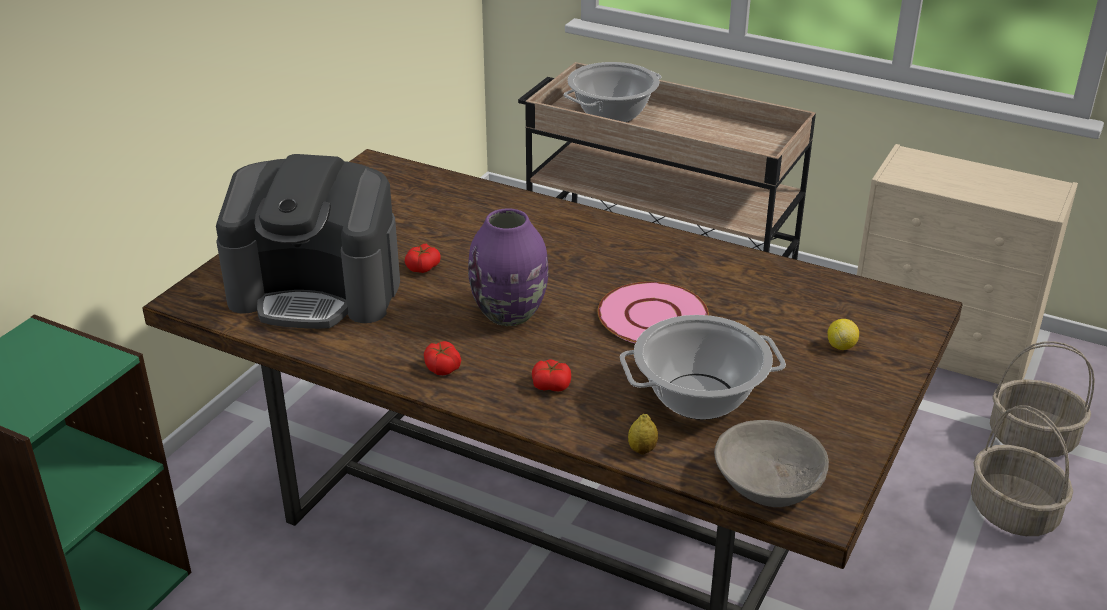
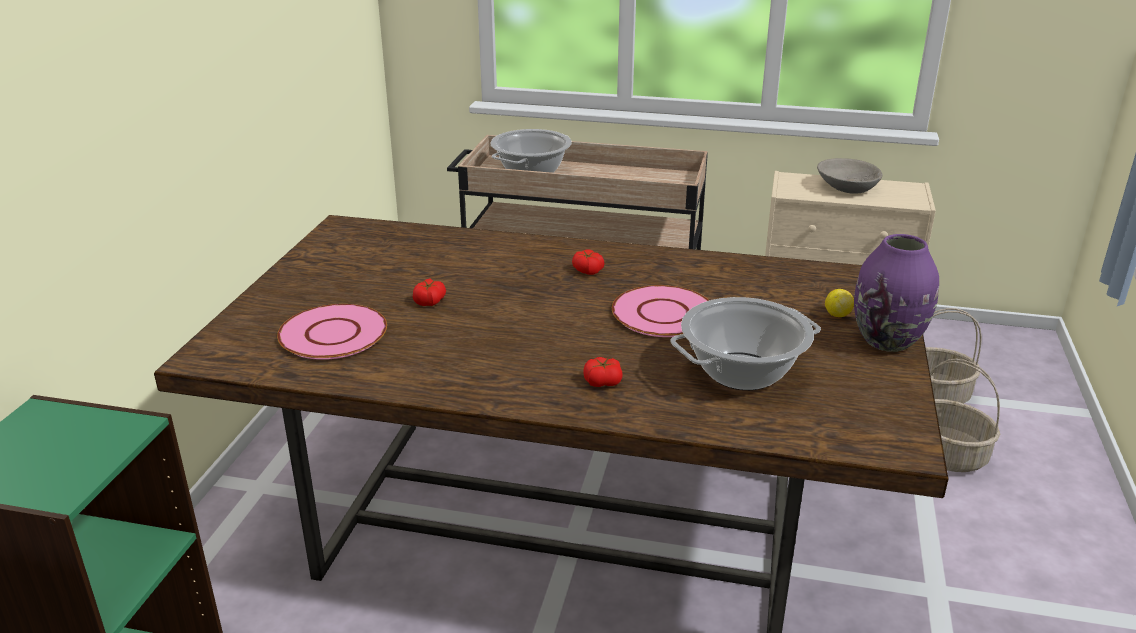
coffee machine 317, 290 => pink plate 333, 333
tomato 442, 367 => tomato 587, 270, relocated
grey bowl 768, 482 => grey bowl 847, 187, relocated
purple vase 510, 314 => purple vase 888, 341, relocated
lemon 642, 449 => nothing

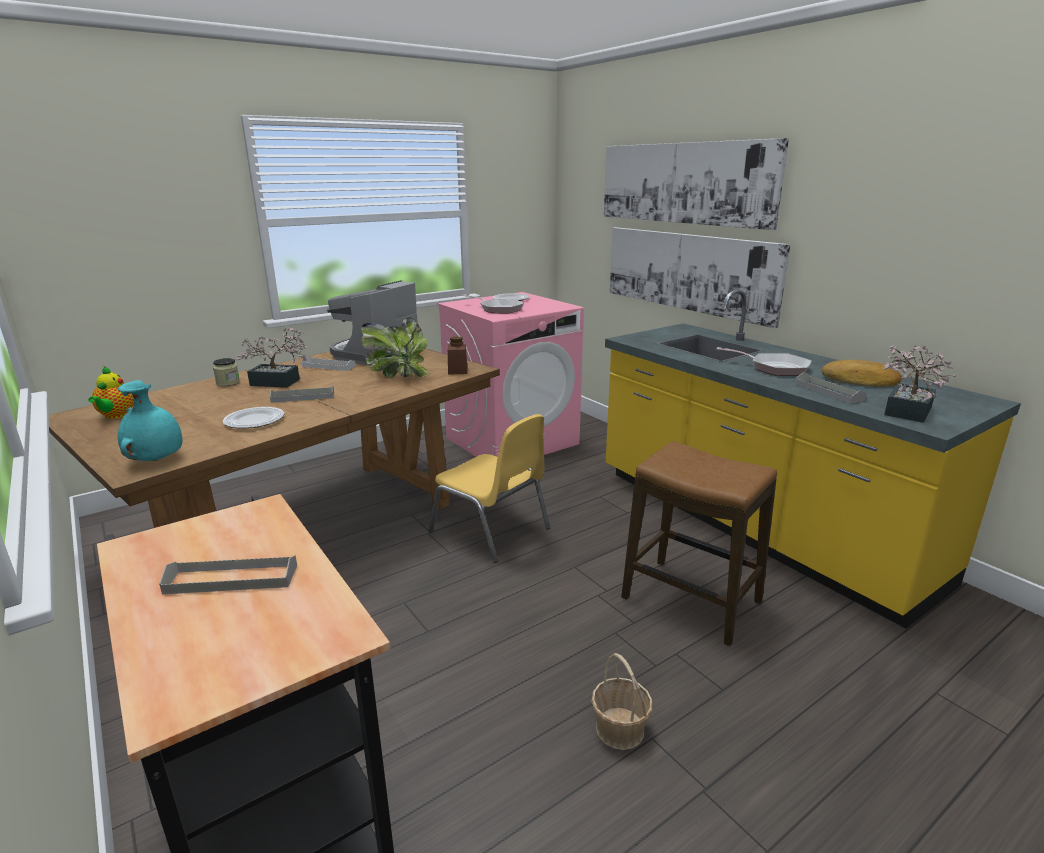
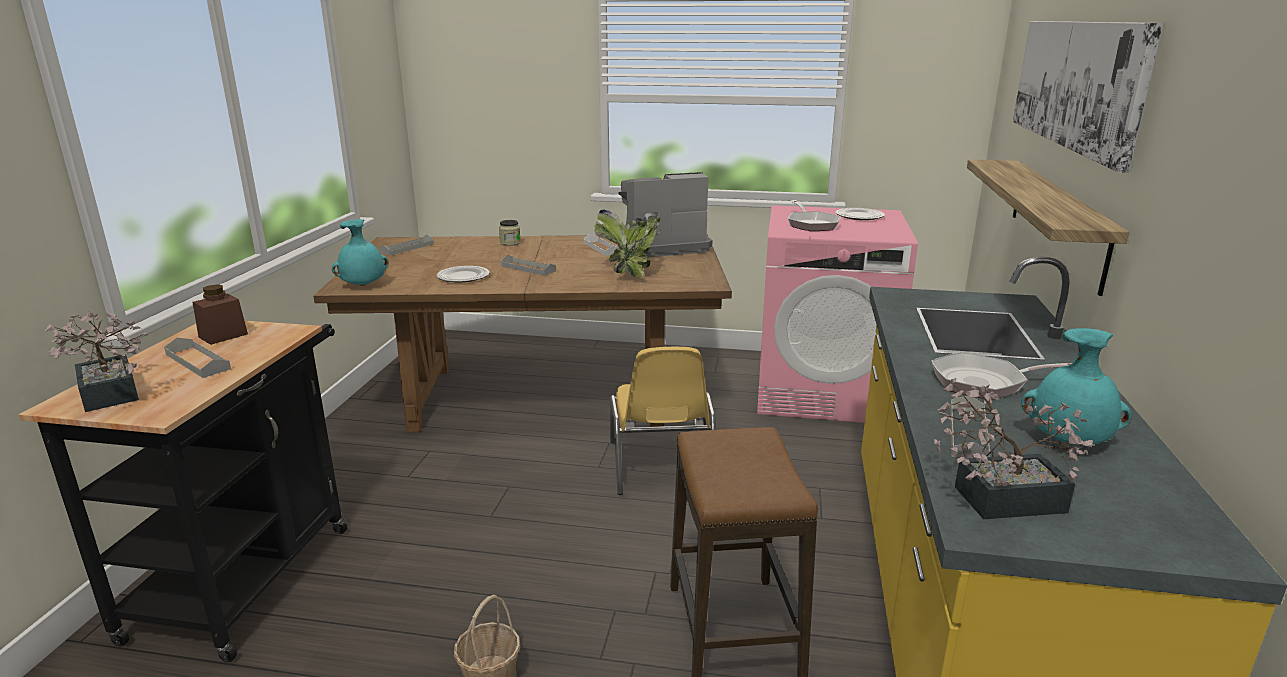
potted plant 280, 383 => potted plant 109, 397, relocated
brown jar 457, 370 => brown jar 223, 335, relocated
teapot 116, 416 => grey tray 407, 248
frying pan 774, 368 => frying pan 985, 383, 105 degrees clockwise
picture 688, 272 => shelf 1056, 219
bread 860, 381 => turquoise vase 1067, 442

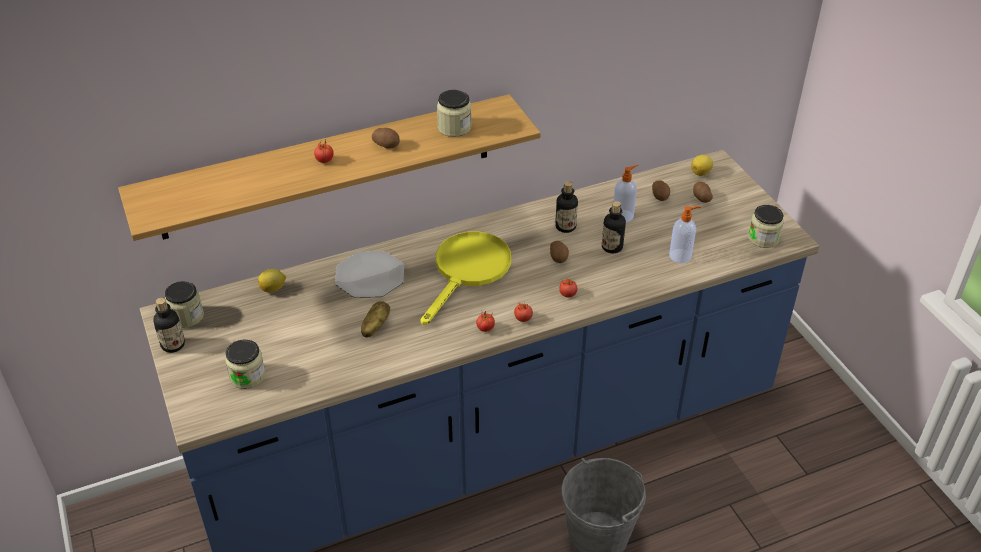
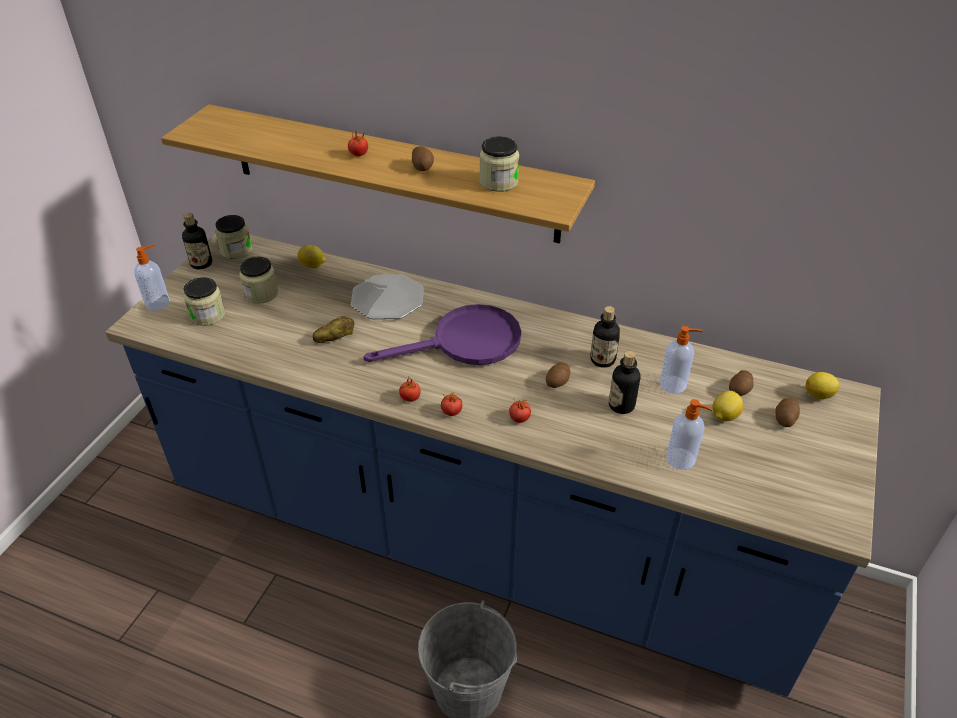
nothing => soap dispenser 158, 303
jar 763, 238 => jar 261, 294, relocated
yellow frying pan 468, 271 => purple frying pan 465, 343
nothing => lemon 724, 416

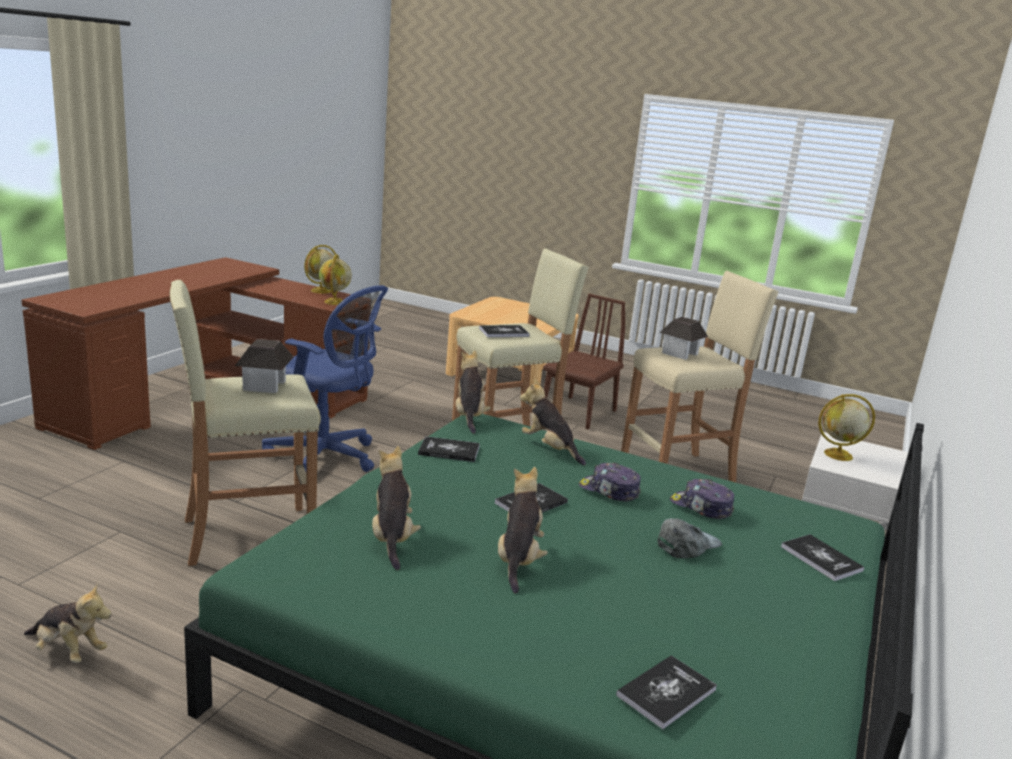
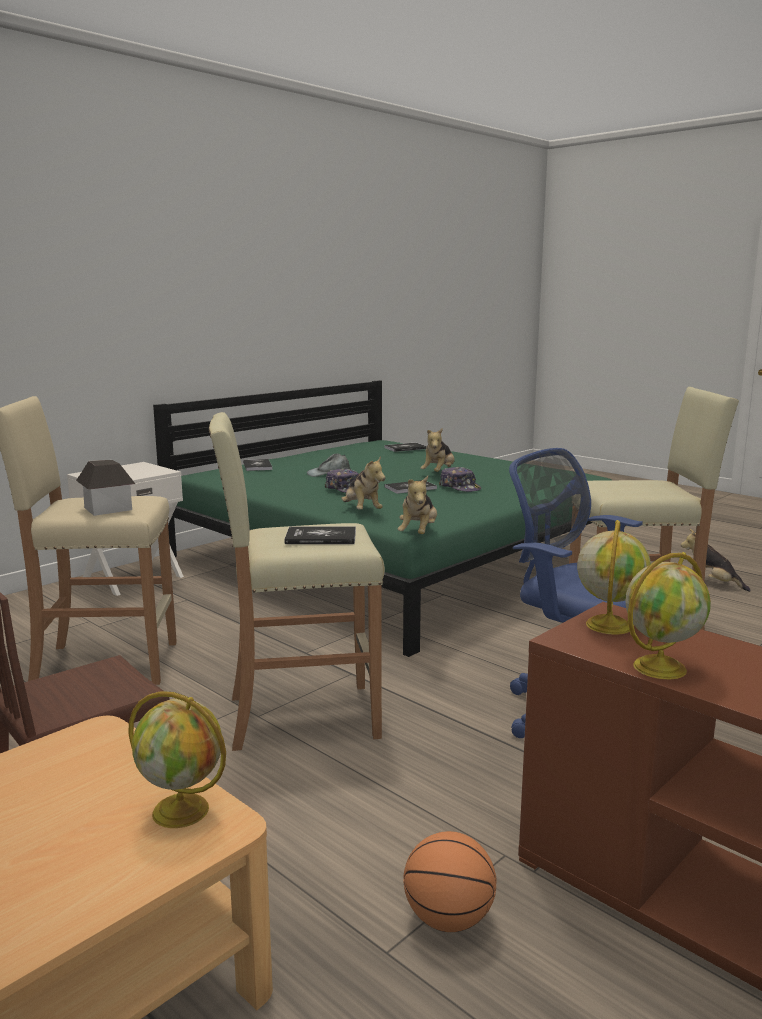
globe 837, 455 => globe 182, 811, relocated
nothing => basketball 448, 918
cap 701, 507 => cap 460, 488, relocated
toy house 265, 385 => nothing
plush toy 392, 538 => nothing
book 449, 450 => nothing

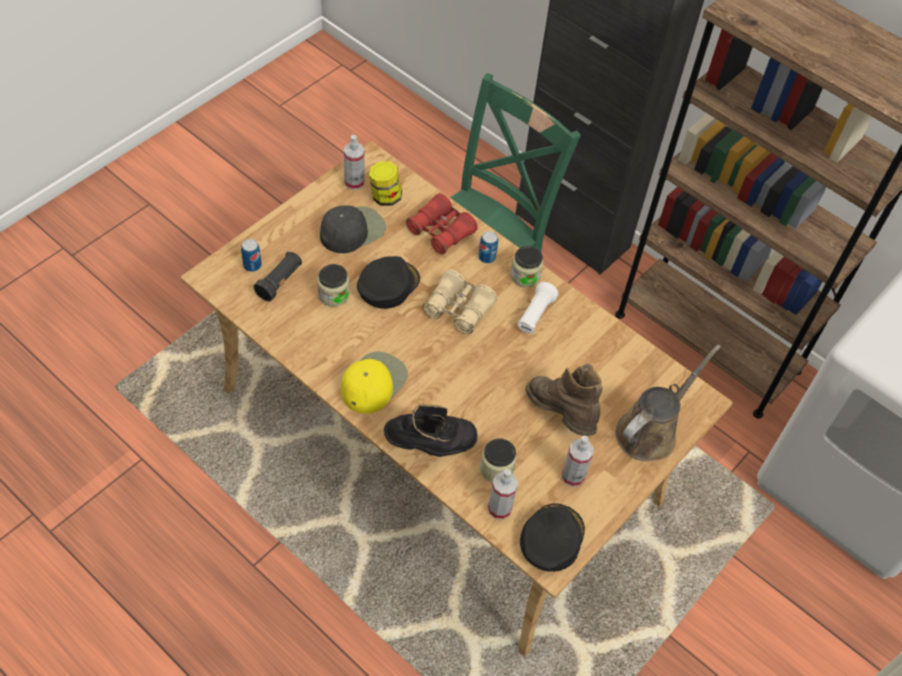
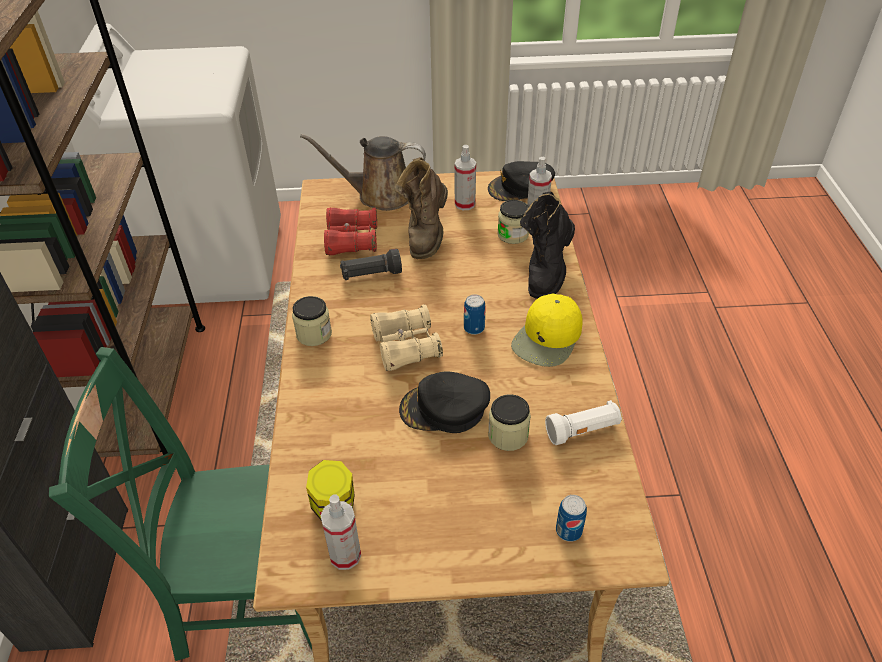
red binoculars 440, 231 => red binoculars 351, 240, relocated
black flashlight 280, 282 => black flashlight 371, 274, relocated
can 487, 257 => can 474, 328, relocated
yellow cap 373, 382 => yellow cap 548, 338, 45 degrees counterclockwise
black boot 431, 446 => black boot 546, 272, 105 degrees counterclockwise
white flashlight 535, 315 => white flashlight 582, 431, relocated
black cap 352, 230 => nothing

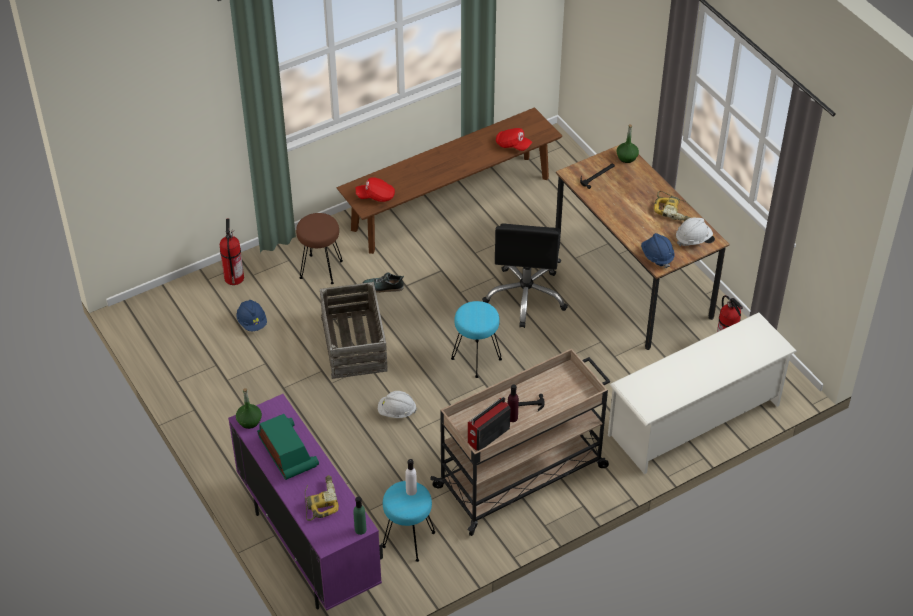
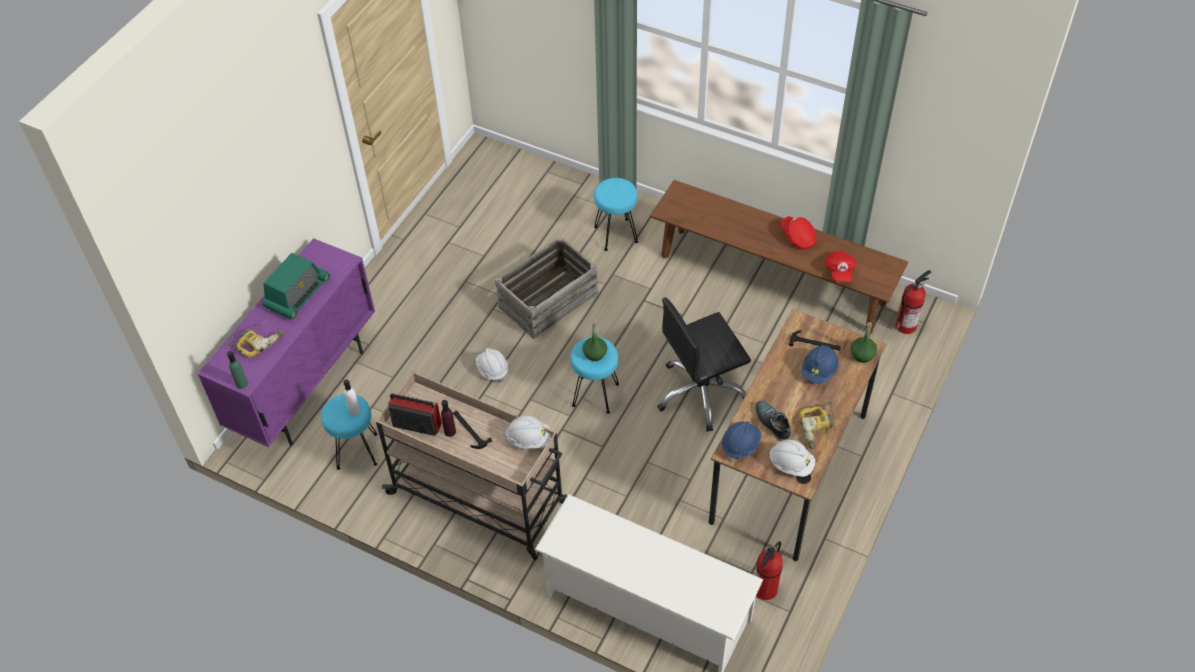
nothing => white hard hat 529, 439
green bottle 249, 421 => green bottle 595, 353, relocated
brown stool 320, 269 => turquoise stool 616, 234
shoe 383, 287 => shoe 772, 423, relocated
red cap 376, 196 => red cap 797, 238, relocated
blue hard hat 252, 322 => blue hard hat 819, 371, relocated
fire extinguisher 234, 277 => fire extinguisher 906, 325, relocated

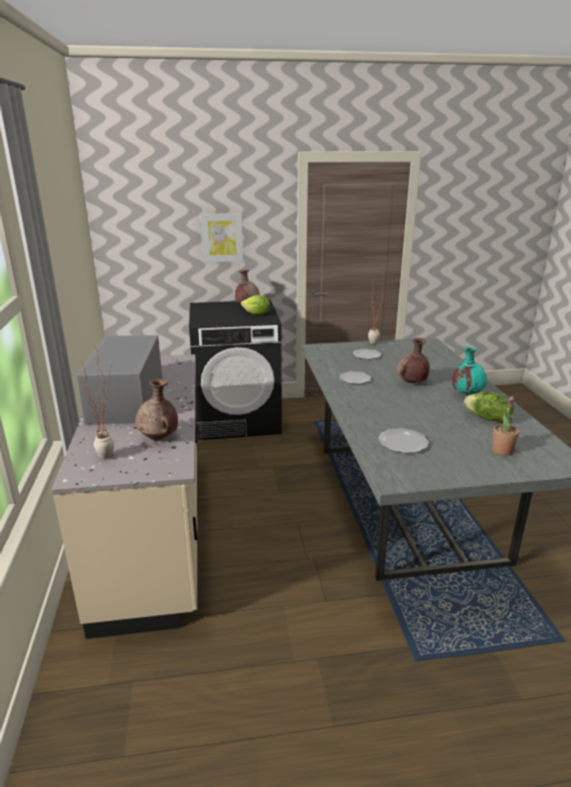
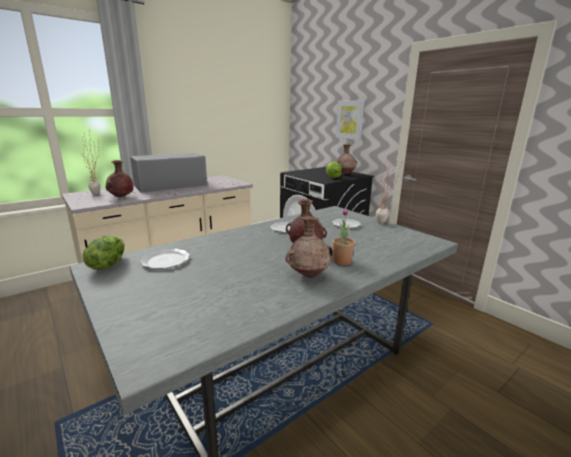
lettuce 487, 418 => lettuce 107, 264, relocated
turquoise vase 467, 394 => brown vase 309, 275
potted plant 502, 450 => potted plant 342, 261, relocated

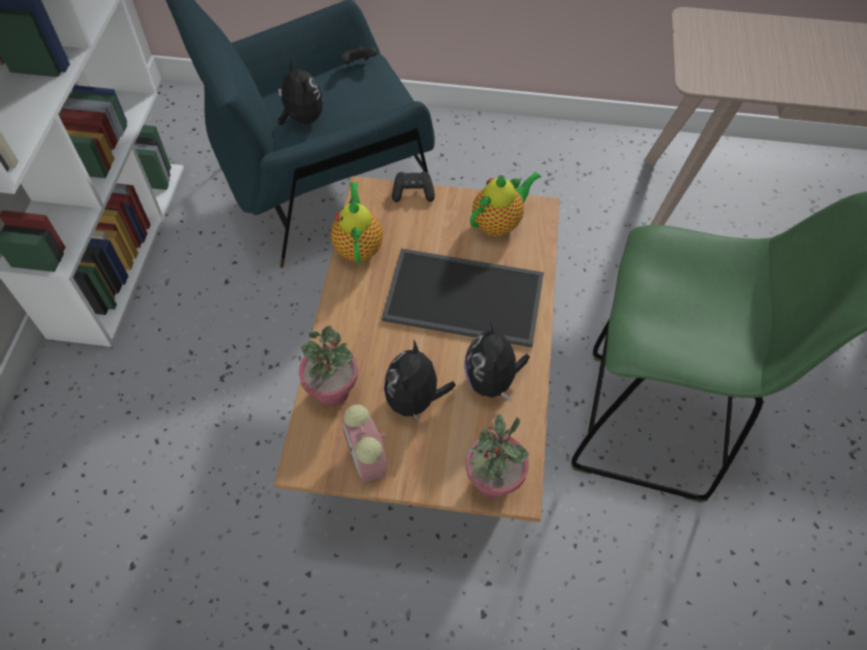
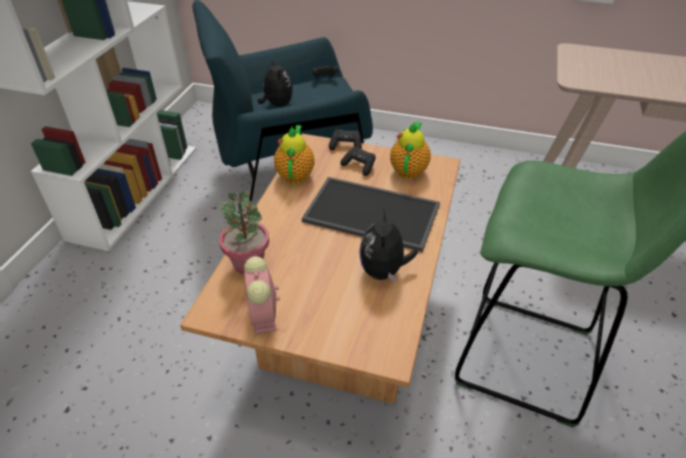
nothing => black game controller 359, 166
teapot 499, 223 => teapot 409, 169, 45 degrees counterclockwise
plush toy 415, 400 => nothing
potted plant 493, 481 => nothing

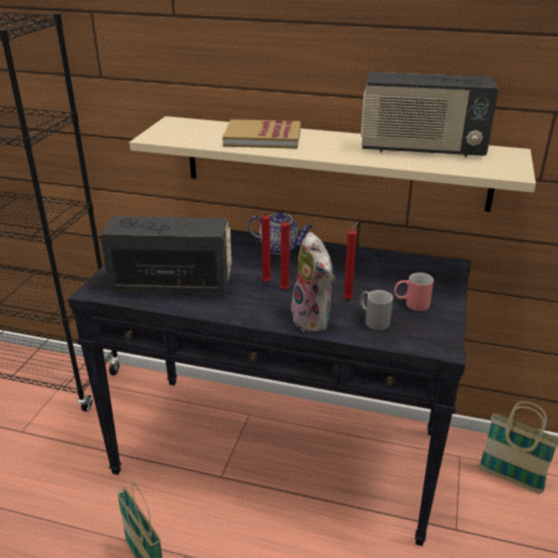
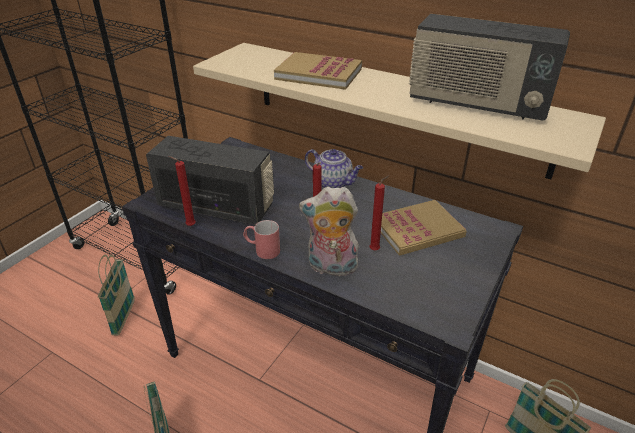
nothing => basket 124, 317
red candle 264, 282 => red candle 189, 226, relocated
red mug 411, 304 => red mug 262, 250, relocated
plush toy 314, 320 => plush toy 331, 268, 105 degrees clockwise
nothing => book 417, 230
grey mug 372, 320 => nothing

